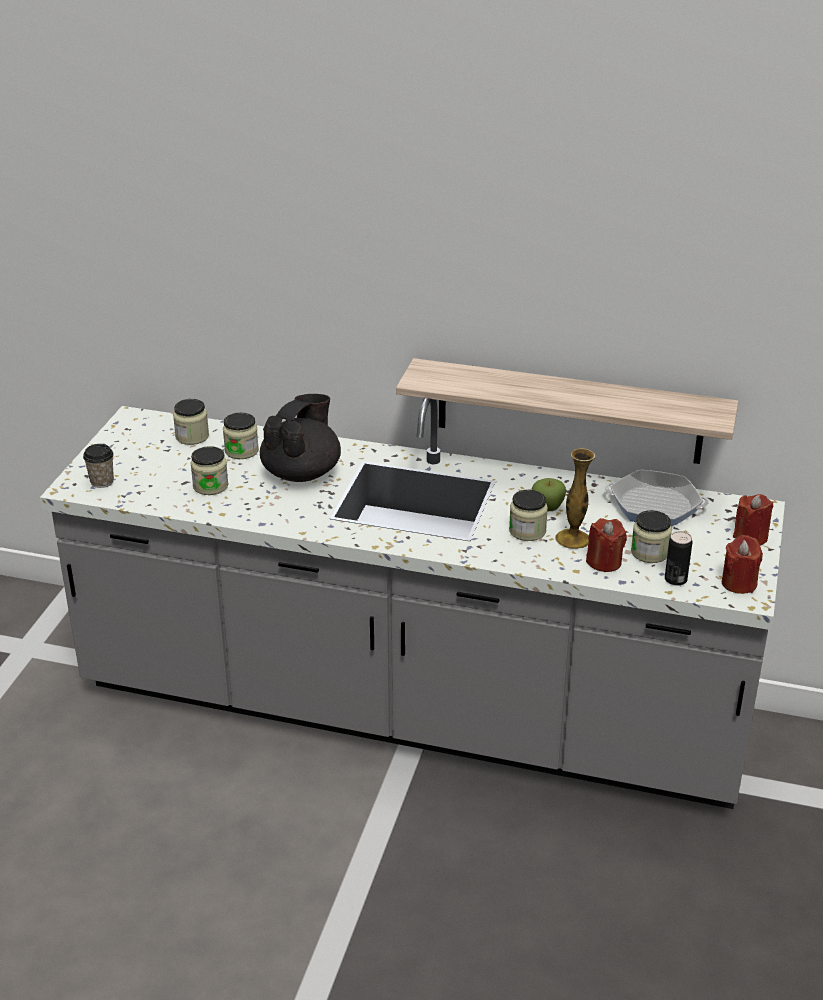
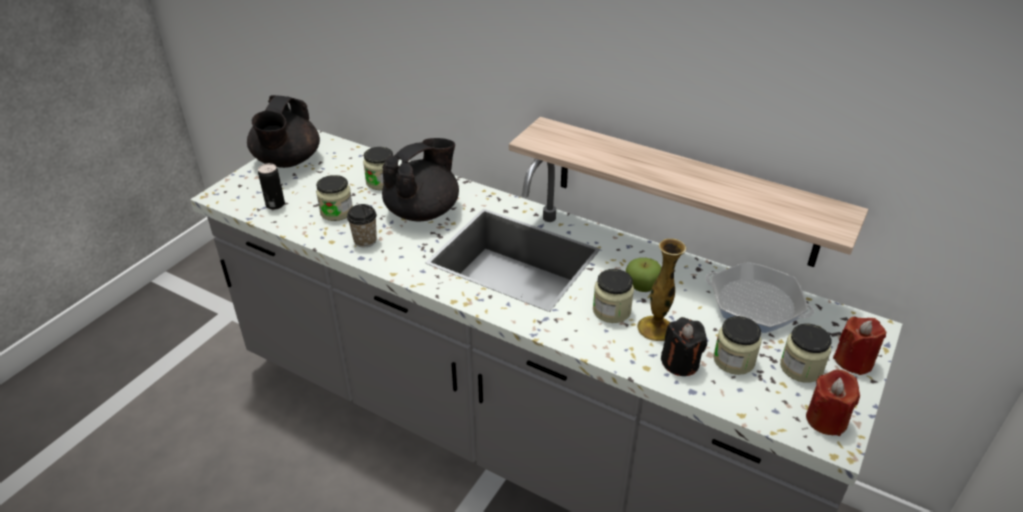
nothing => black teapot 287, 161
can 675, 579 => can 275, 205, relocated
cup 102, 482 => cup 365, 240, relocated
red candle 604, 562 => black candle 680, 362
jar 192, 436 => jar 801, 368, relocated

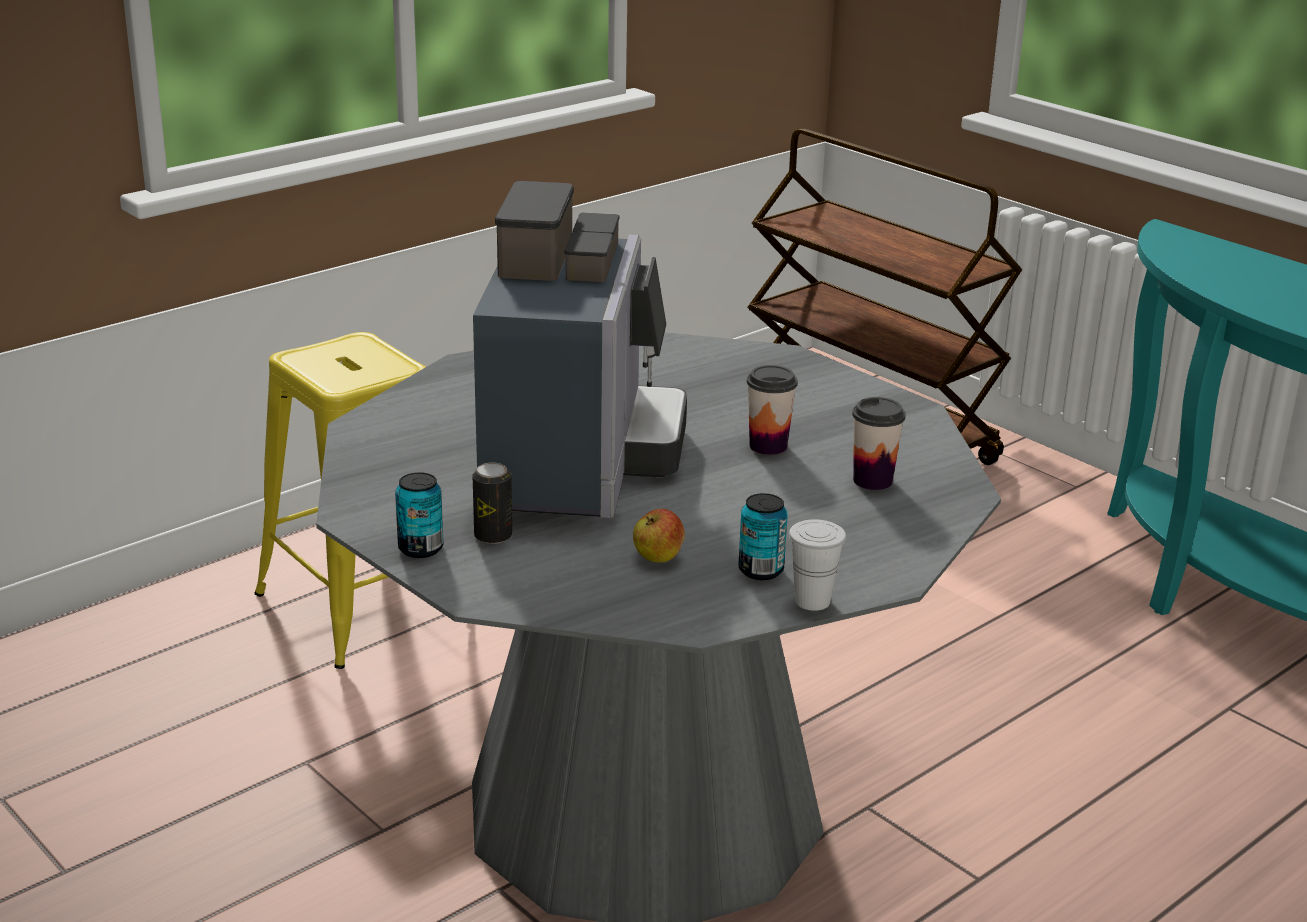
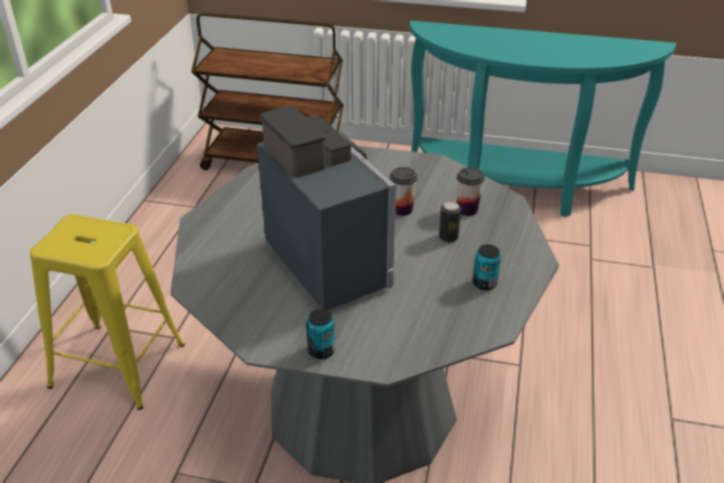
can 493, 536 => can 448, 237, relocated
apple 658, 558 => nothing
white cup 812, 601 => nothing

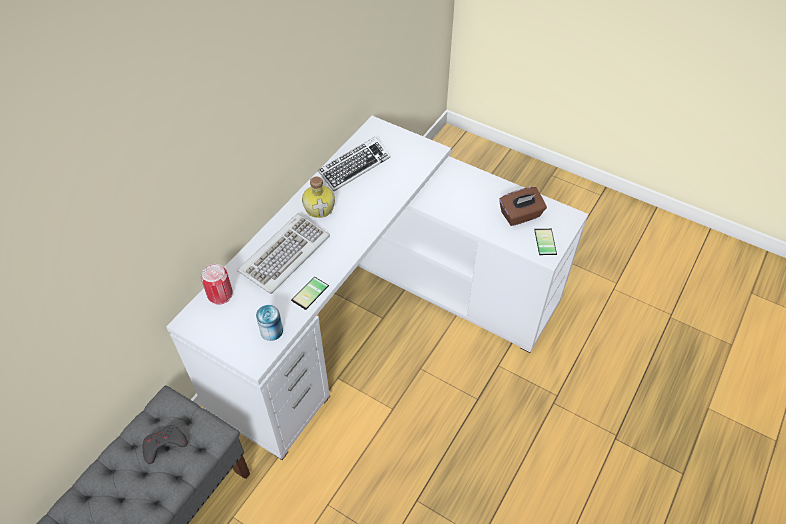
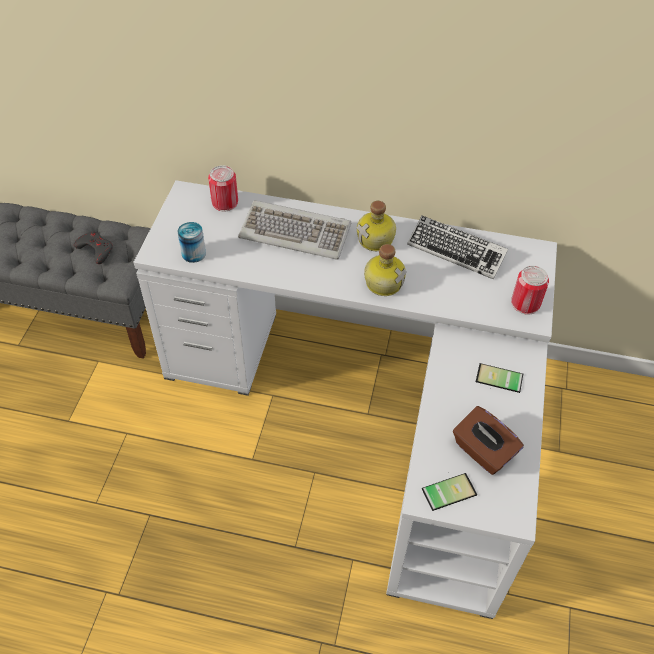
nothing => bottle 383, 282
phone 311, 294 => phone 498, 380, relocated
nothing => can 525, 303

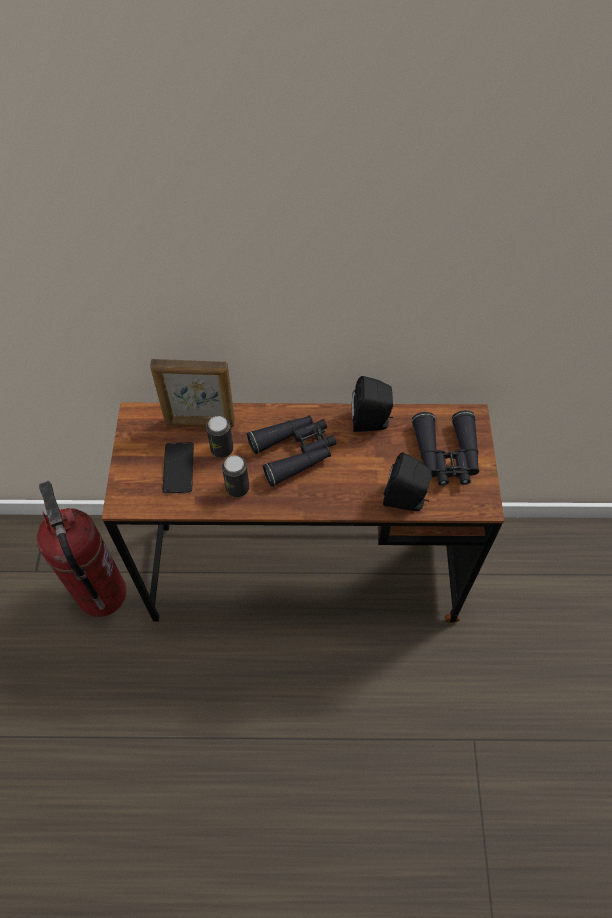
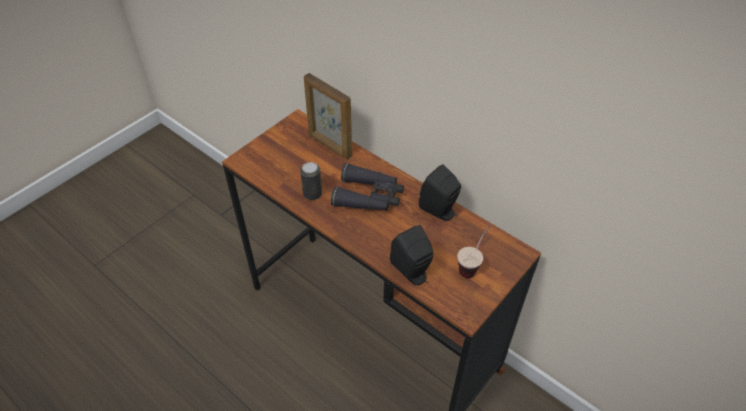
black binoculars 446, 455 => cup 472, 265
fire extinguisher 102, 594 => nothing
phone 178, 468 => nothing
can 222, 449 => nothing

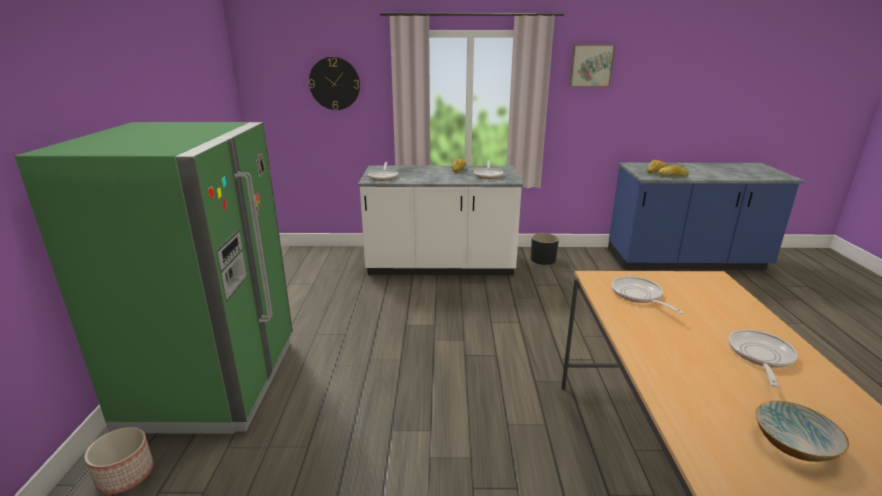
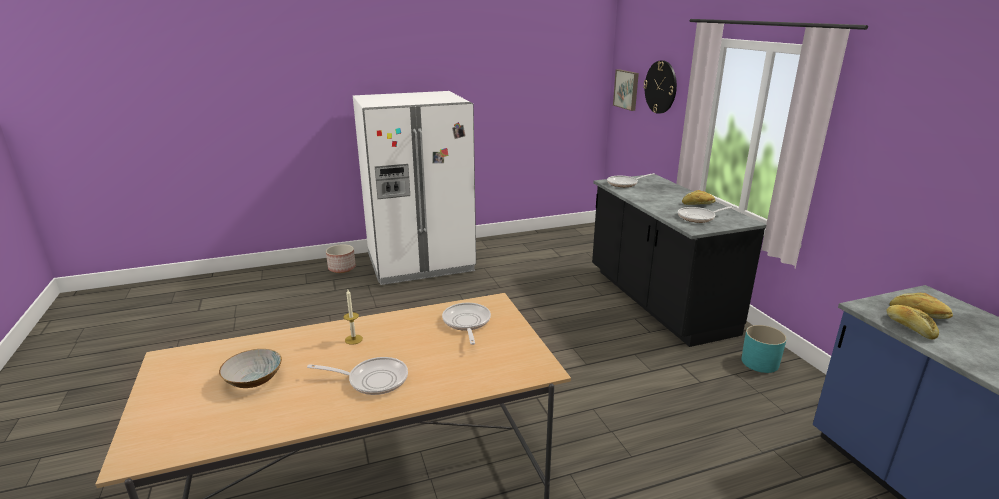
nothing => candle 353, 339
green fridge 214, 382 => white fridge 420, 263
frying pan 638, 296 => frying pan 466, 323, 60 degrees counterclockwise
white counter 440, 266 => black counter 657, 301
picture 591, 65 => picture 627, 89, relocated
black planter 543, 259 => turquoise planter 760, 362

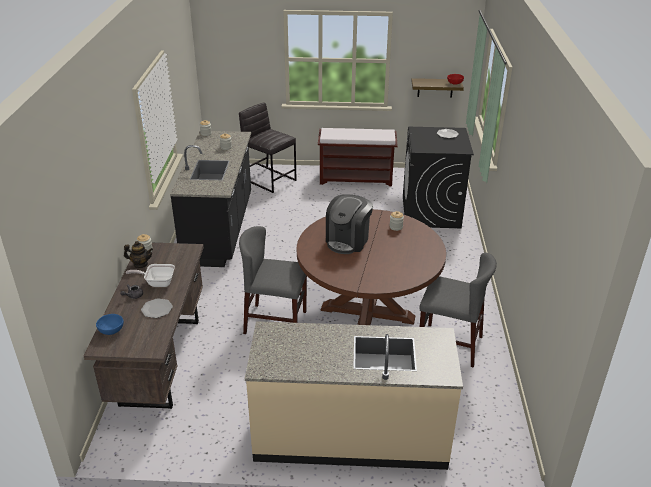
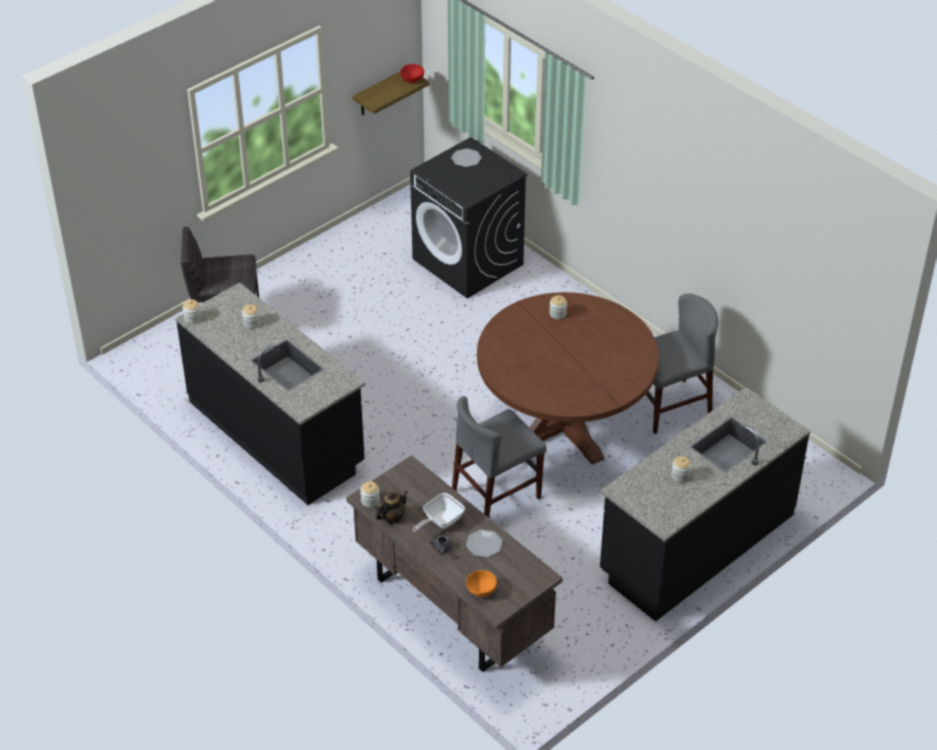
blue bowl 110, 331 => orange bowl 480, 591
beige counter 350, 435 => black counter 696, 544
nothing => jar 680, 476
brown bench 356, 178 => nothing
coffee machine 348, 241 => nothing

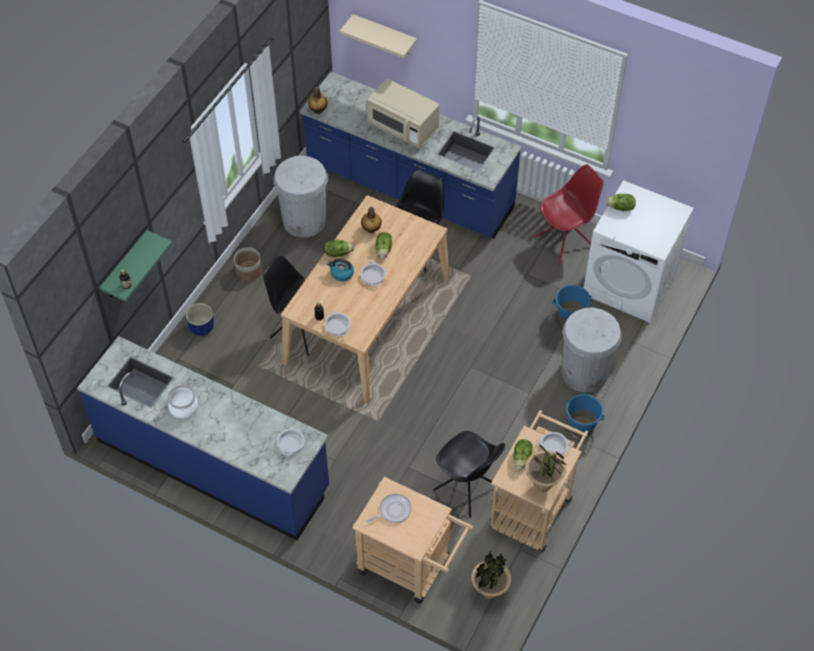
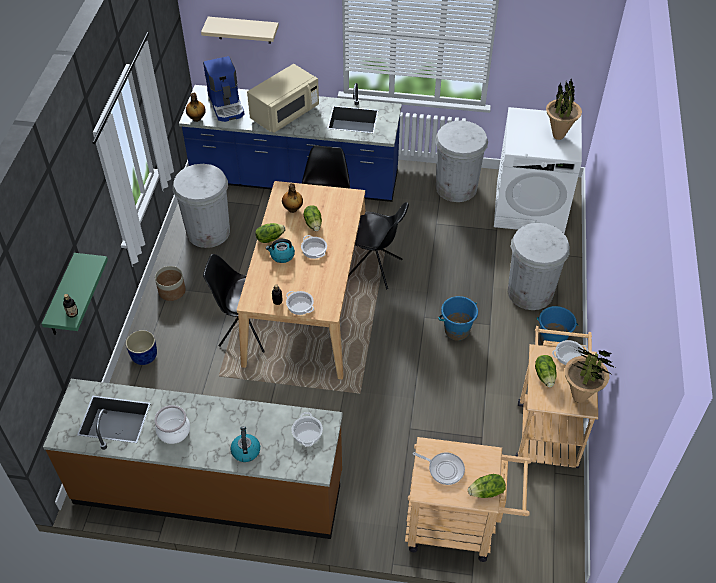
blue counter 213, 464 => brown counter 209, 488
nothing => coffee machine 227, 105
nothing => kettle 245, 450
beige microwave 403, 127 => beige microwave 284, 113, 60 degrees counterclockwise
black chair 468, 489 => black chair 375, 269, relocated
frying pan 393, 510 => frying pan 444, 469, 75 degrees clockwise
red chair 565, 241 => white trash can 456, 187
blue bucket 569, 317 => blue bucket 456, 330, relocated
lettuce 621, 208 => lettuce 486, 492, relocated
potted plant 489, 594 => potted plant 558, 136, relocated

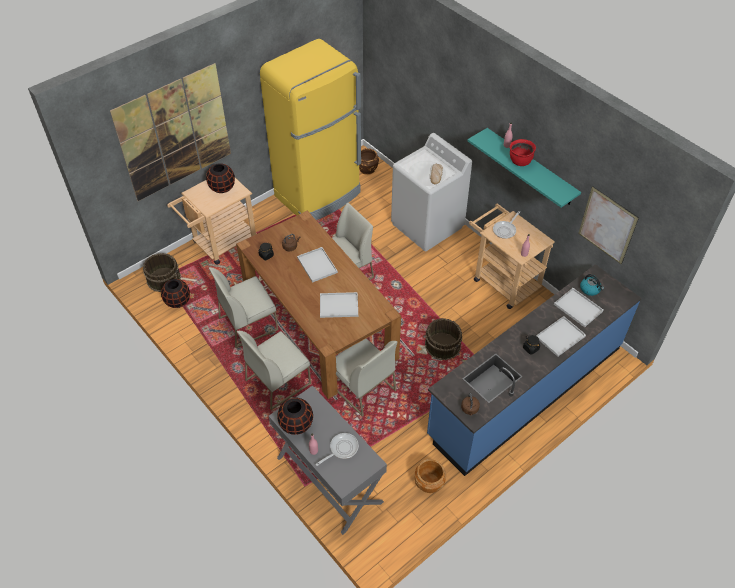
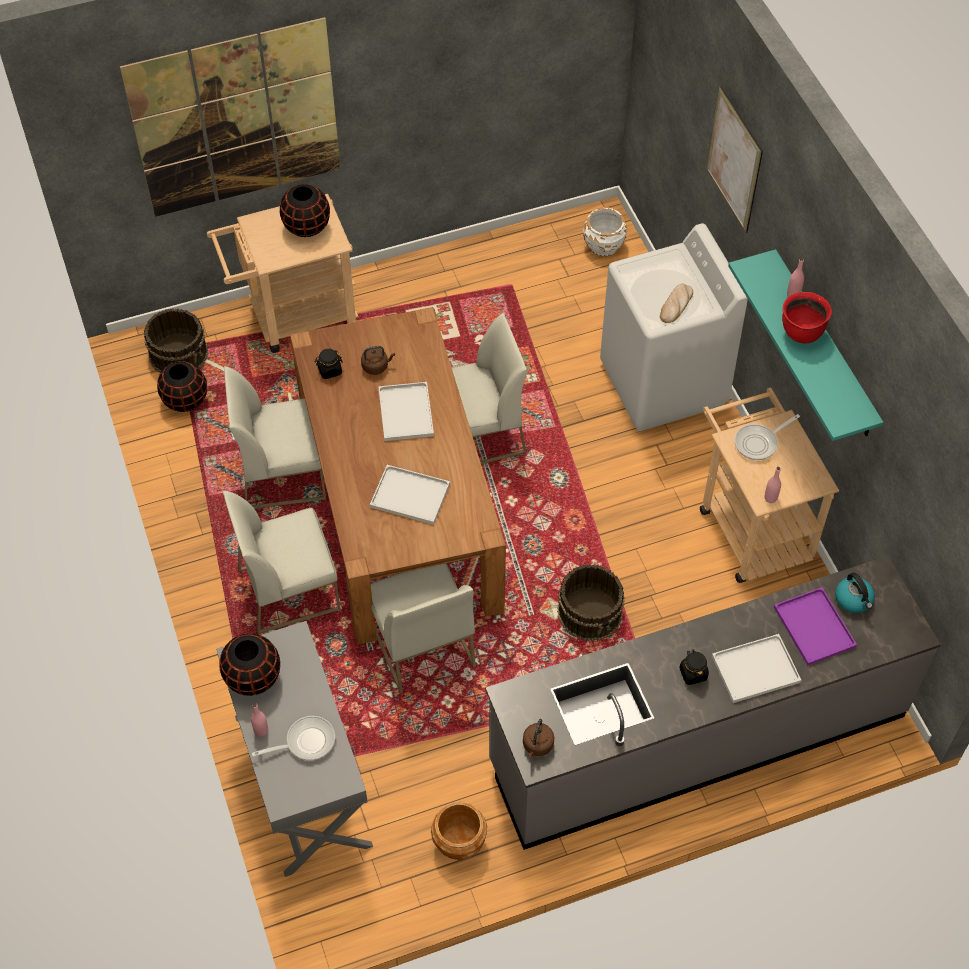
blue counter 525, 390 => grey counter 697, 738
brown planter 367, 169 => white planter 603, 245
picture 607, 225 => picture 734, 160, relocated
white tray 579, 308 => purple tray 816, 628
yellow fridge 318, 195 => nothing

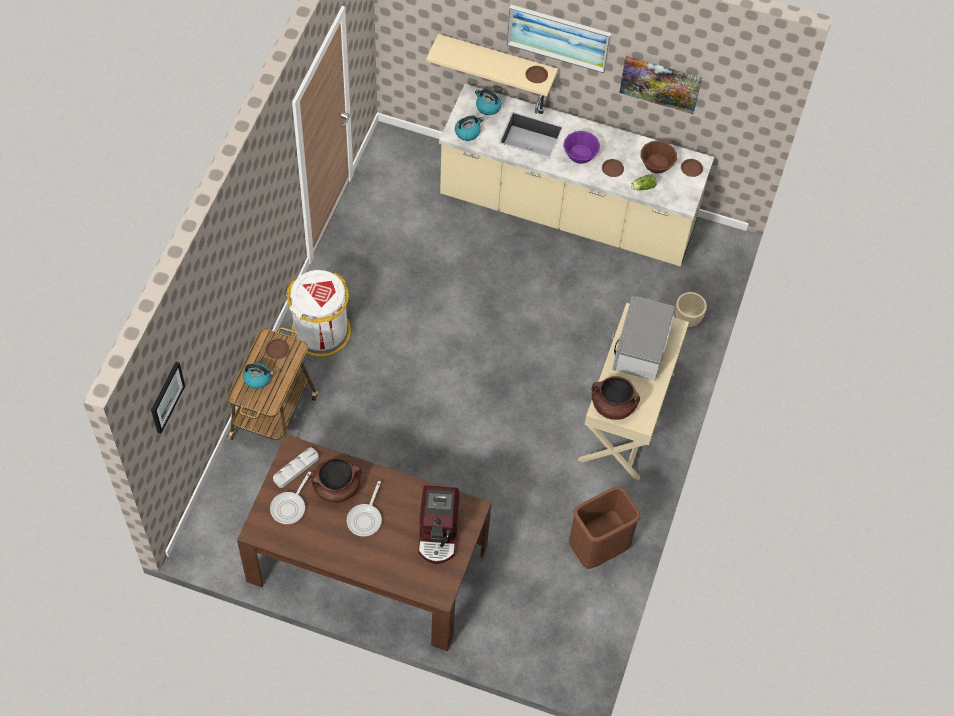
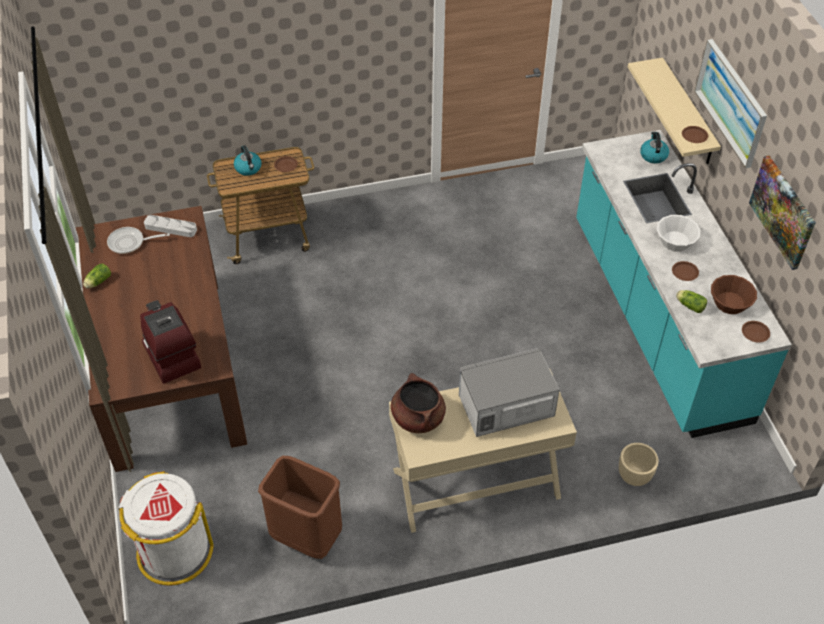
nothing => lettuce 97, 282
white trash can 321, 332 => white trash can 174, 551, relocated
coffee machine 439, 534 => coffee machine 170, 355, 90 degrees clockwise
beige counter 567, 212 => turquoise counter 656, 318
purple bowl 580, 154 => white bowl 675, 241
picture 166, 397 => nothing
brown cooking pot 337, 487 => nothing
frying pan 365, 518 => nothing
kettle 468, 132 => nothing

